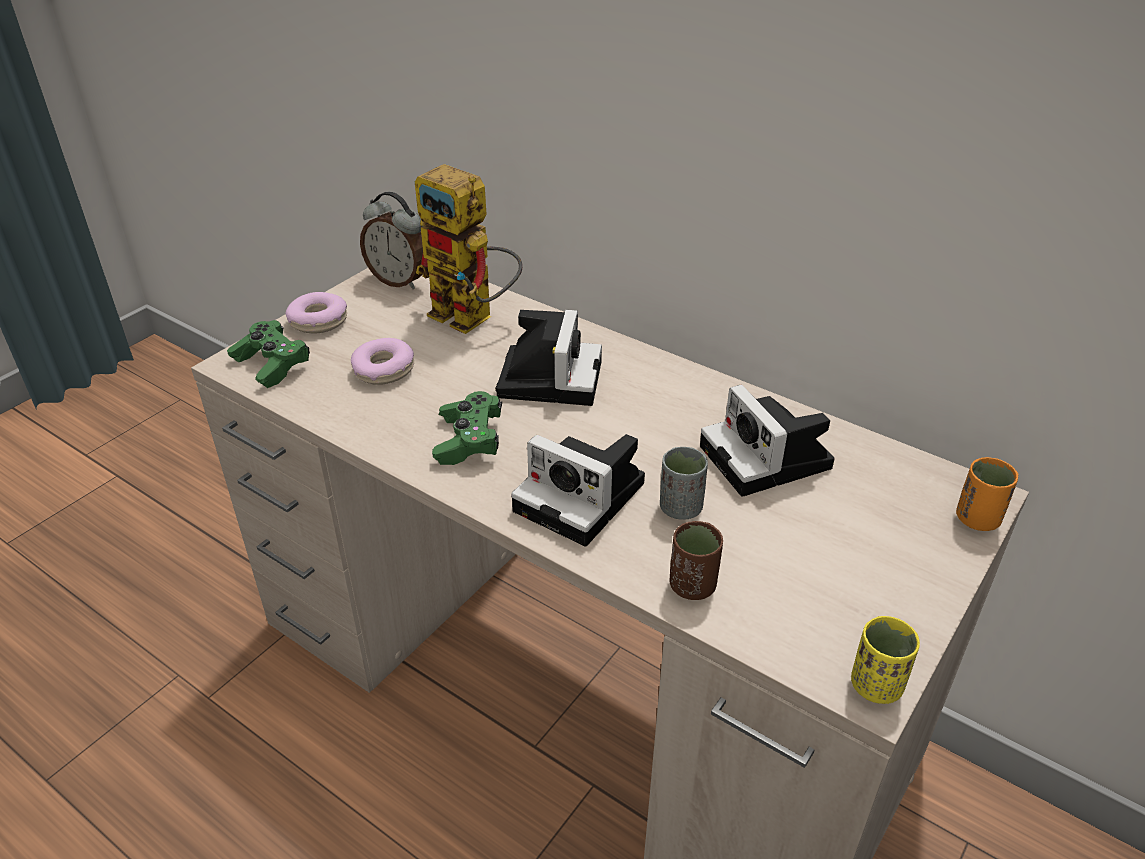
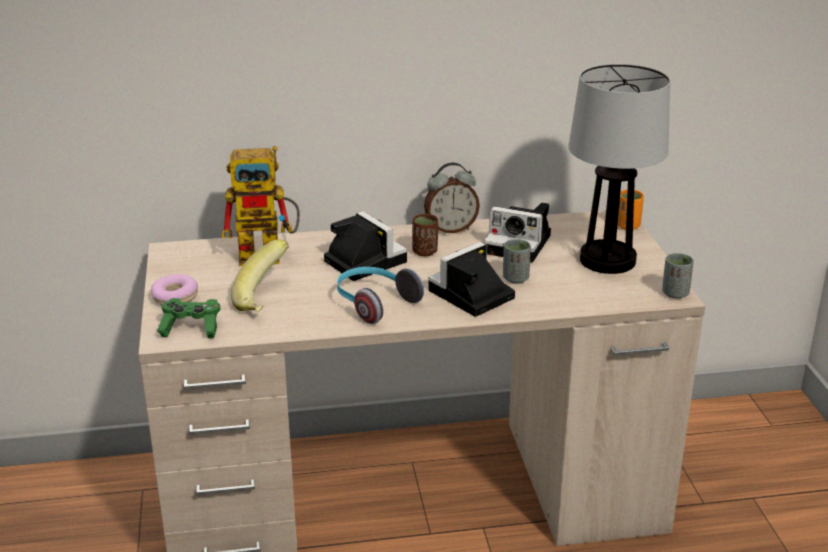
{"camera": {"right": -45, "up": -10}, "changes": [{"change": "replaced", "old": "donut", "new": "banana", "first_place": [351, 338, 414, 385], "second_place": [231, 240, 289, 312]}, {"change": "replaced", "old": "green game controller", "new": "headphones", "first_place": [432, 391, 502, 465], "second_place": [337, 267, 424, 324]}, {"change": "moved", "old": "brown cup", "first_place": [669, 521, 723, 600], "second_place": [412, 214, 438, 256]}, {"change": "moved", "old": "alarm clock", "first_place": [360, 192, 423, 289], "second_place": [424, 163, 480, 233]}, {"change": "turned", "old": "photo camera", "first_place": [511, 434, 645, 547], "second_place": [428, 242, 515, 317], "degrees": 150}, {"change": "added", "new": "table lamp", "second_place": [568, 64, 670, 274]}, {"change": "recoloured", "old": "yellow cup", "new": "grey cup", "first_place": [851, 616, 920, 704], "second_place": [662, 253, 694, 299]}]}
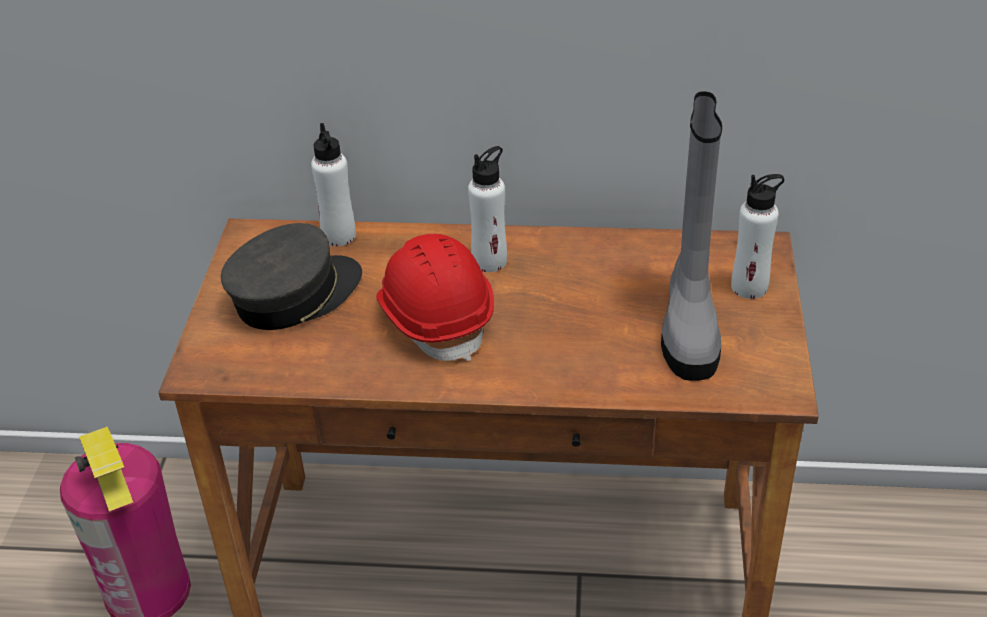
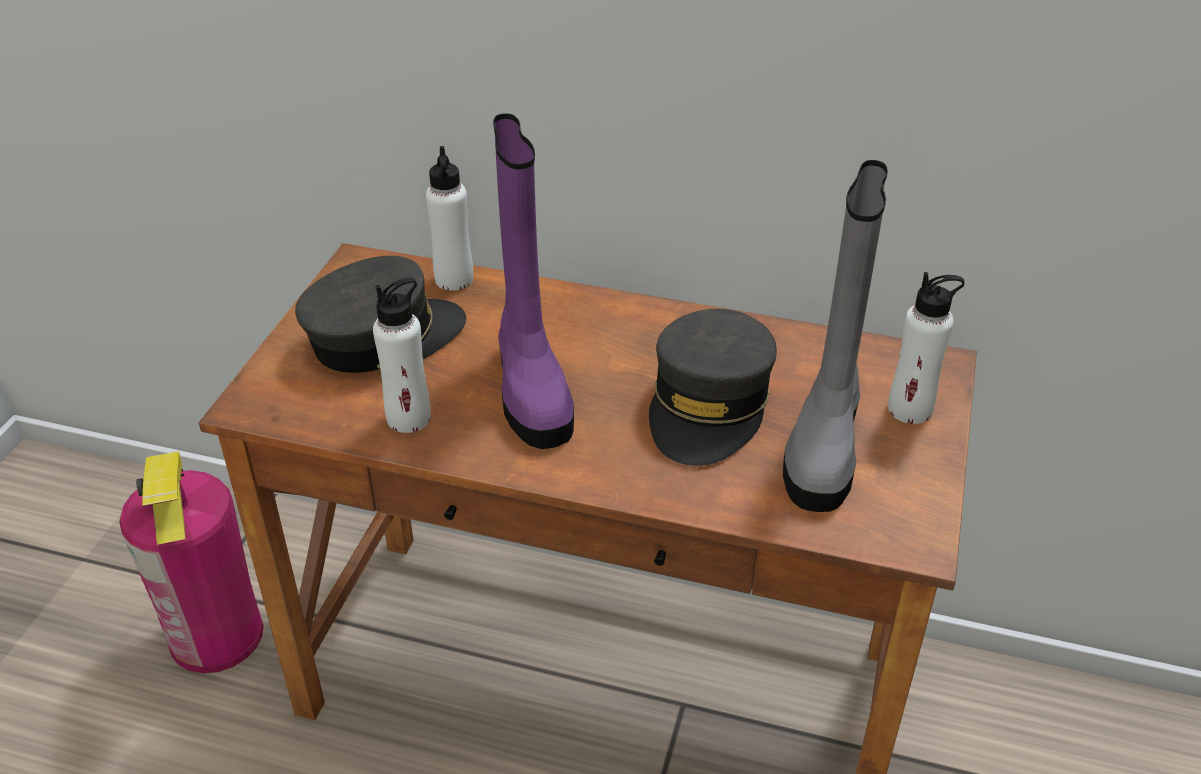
{"camera": {"right": 10, "up": 0}, "changes": [{"change": "moved", "old": "white bottle", "first_place": [468, 146, 507, 272], "second_place": [373, 278, 431, 433]}, {"change": "replaced", "old": "red hard hat", "new": "purple boot", "first_place": [376, 233, 494, 362], "second_place": [493, 113, 574, 449]}, {"change": "added", "new": "grey cap", "second_place": [649, 309, 777, 466]}]}
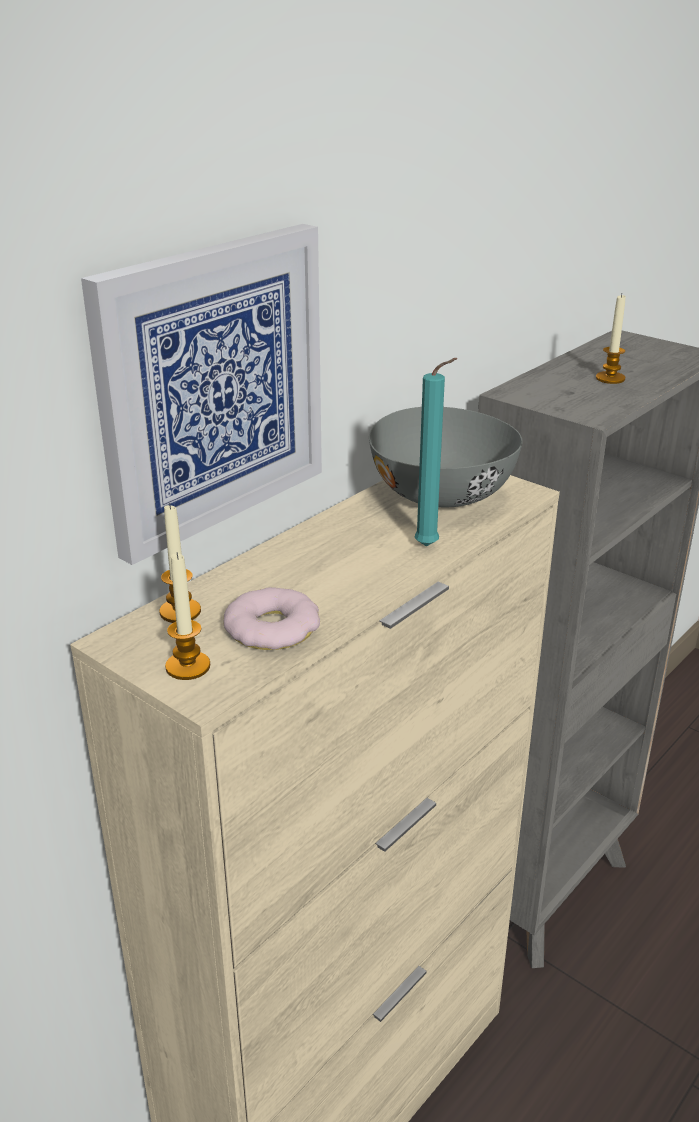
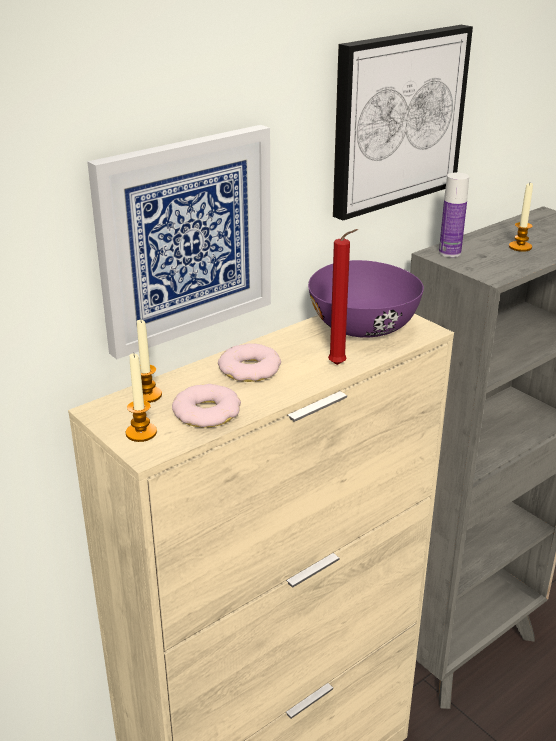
{"camera": {"right": 10, "up": 0}, "changes": [{"change": "added", "new": "donut", "second_place": [218, 343, 281, 382]}, {"change": "recoloured", "old": "grey bowl", "new": "purple bowl", "first_place": [369, 407, 523, 508], "second_place": [308, 260, 424, 338]}, {"change": "recoloured", "old": "turquoise candle", "new": "red candle", "first_place": [414, 358, 458, 547], "second_place": [328, 229, 358, 365]}, {"change": "added", "new": "picture", "second_place": [333, 25, 473, 221]}, {"change": "added", "new": "bottle", "second_place": [439, 173, 469, 257]}]}
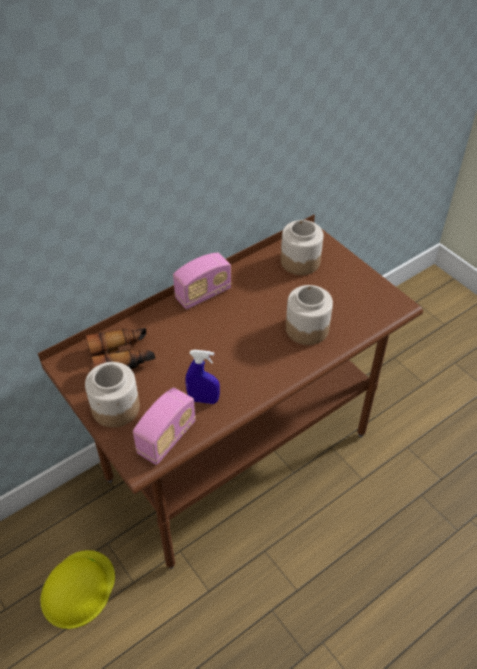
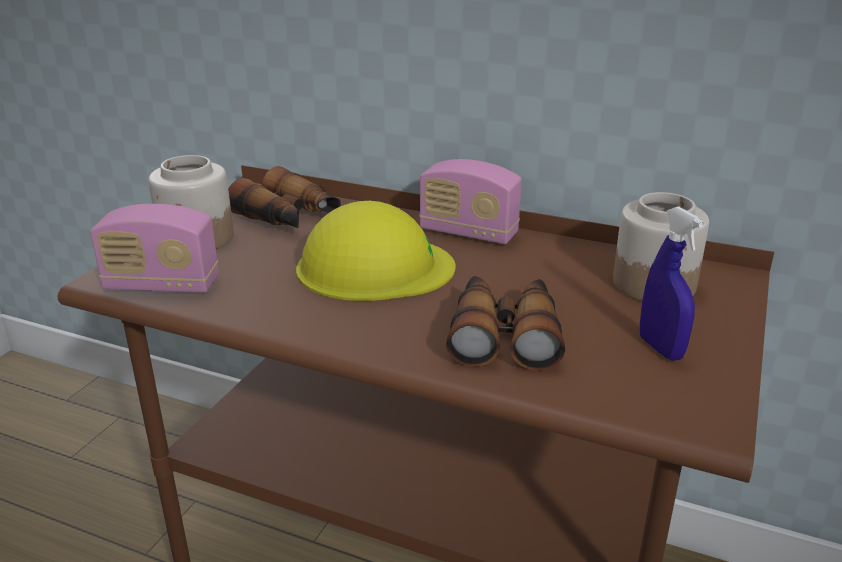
{"camera": {"right": 60, "up": -20}, "changes": [{"change": "moved", "old": "yellow hard hat", "first_place": [40, 550, 115, 629], "second_place": [296, 201, 456, 301]}, {"change": "replaced", "old": "jar", "new": "binoculars", "first_place": [286, 285, 333, 345], "second_place": [446, 276, 565, 371]}, {"change": "moved", "old": "blue spray bottle", "first_place": [186, 350, 220, 404], "second_place": [640, 207, 704, 361]}]}
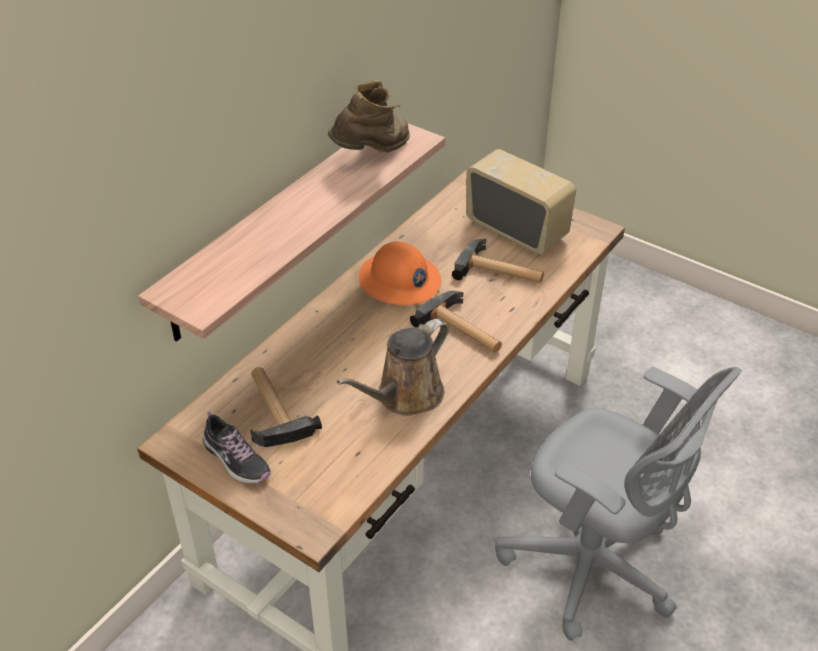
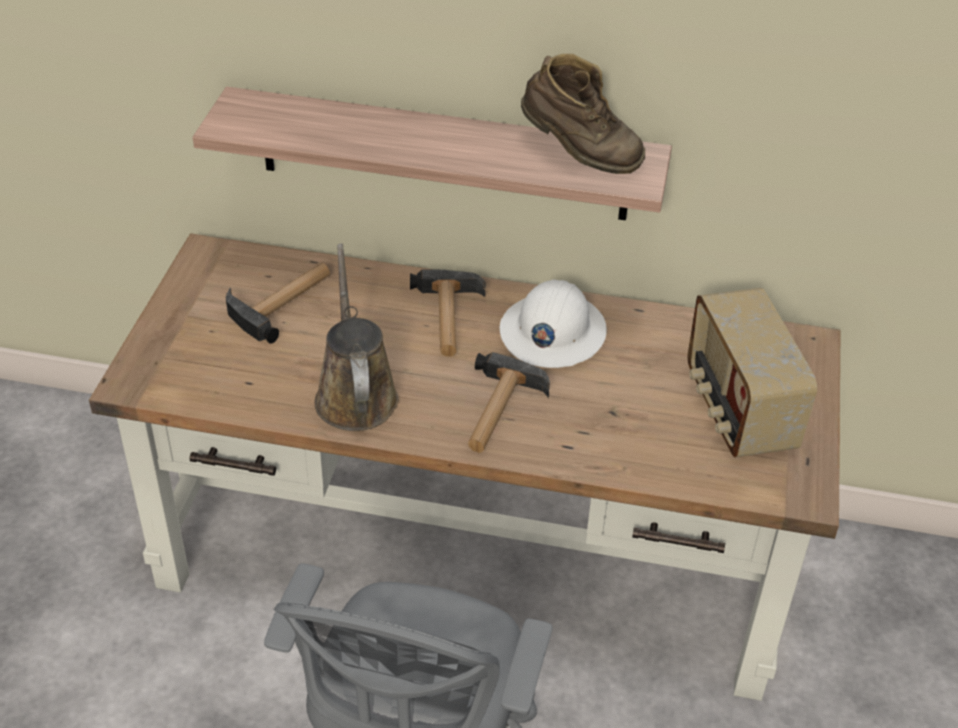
{"camera": {"right": 65, "up": 0}, "changes": [{"change": "turned", "old": "brown watering can", "first_place": [337, 319, 449, 416], "second_place": [315, 243, 399, 431], "degrees": 60}, {"change": "moved", "old": "hammer", "first_place": [452, 239, 544, 283], "second_place": [410, 269, 486, 357]}, {"change": "recoloured", "old": "orange hard hat", "new": "white hard hat", "first_place": [359, 241, 441, 305], "second_place": [500, 280, 607, 368]}, {"change": "turned", "old": "radio", "first_place": [466, 149, 576, 254], "second_place": [687, 288, 817, 458], "degrees": 150}, {"change": "removed", "old": "shoe", "first_place": [203, 411, 271, 484]}]}
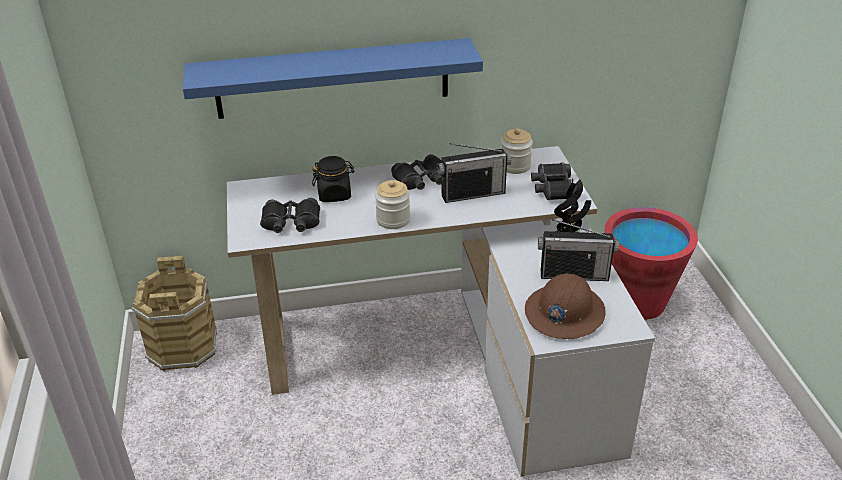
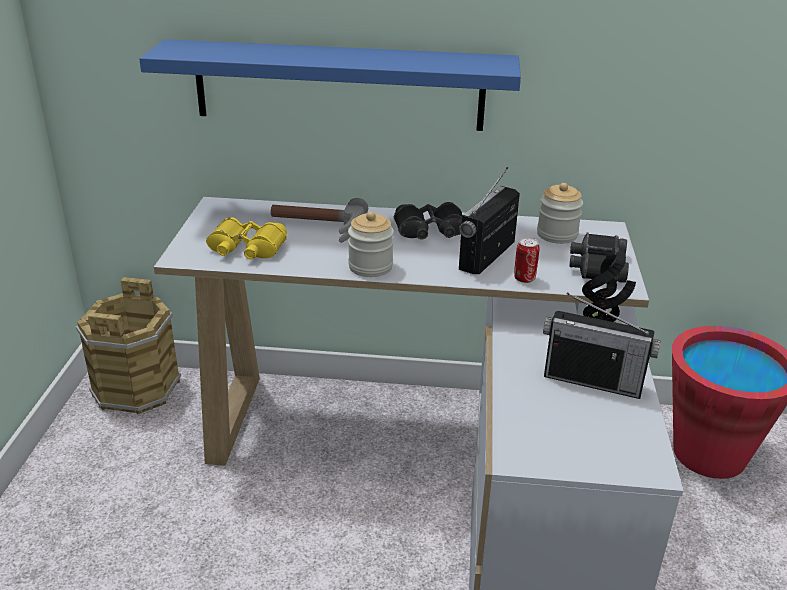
{"camera": {"right": 15, "up": -5}, "changes": [{"change": "recoloured", "old": "black binoculars", "new": "yellow binoculars", "first_place": [260, 198, 320, 233], "second_place": [206, 217, 287, 259]}, {"change": "replaced", "old": "black jar", "new": "hammer", "first_place": [312, 156, 354, 202], "second_place": [271, 198, 368, 243]}, {"change": "turned", "old": "radio", "first_place": [437, 143, 511, 203], "second_place": [459, 167, 520, 274], "degrees": 120}, {"change": "added", "new": "can", "second_place": [514, 237, 540, 283]}, {"change": "removed", "old": "brown hard hat", "first_place": [525, 273, 606, 339]}]}
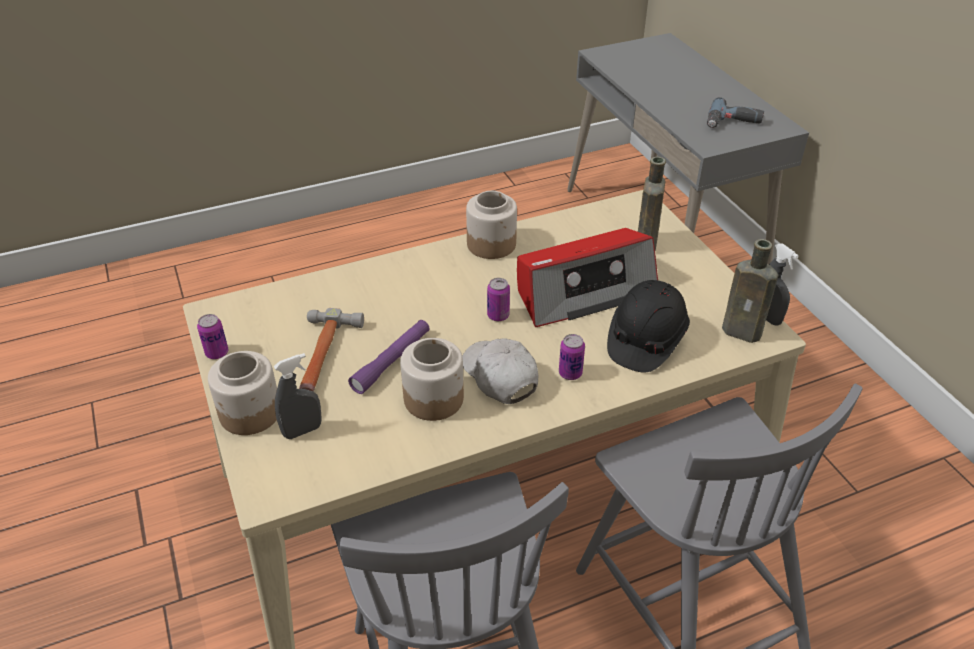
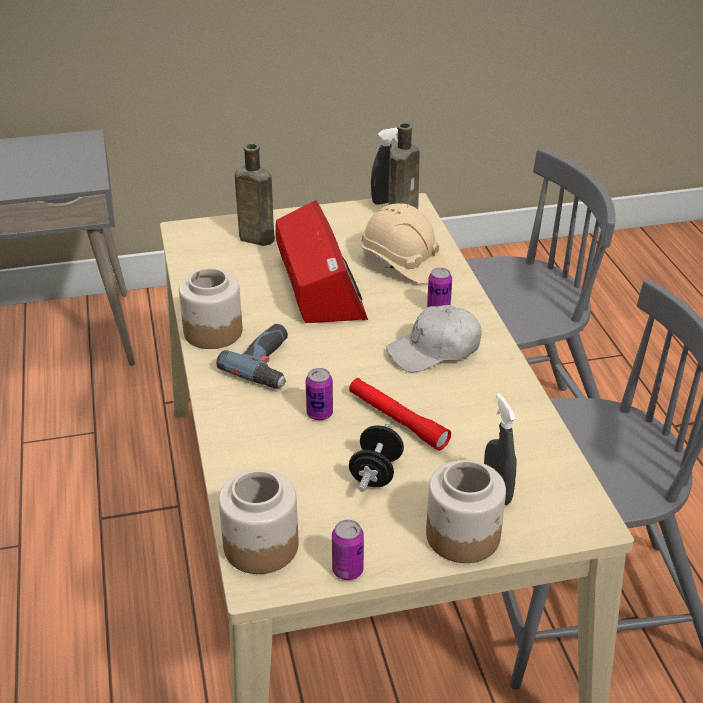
{"camera": {"right": -80, "up": -5}, "changes": [{"change": "moved", "old": "power drill", "first_place": [707, 97, 764, 128], "second_place": [216, 324, 288, 389]}, {"change": "moved", "old": "jar", "first_place": [400, 338, 464, 421], "second_place": [219, 470, 299, 574]}, {"change": "moved", "old": "can", "first_place": [487, 278, 510, 321], "second_place": [306, 368, 333, 420]}, {"change": "recoloured", "old": "purple flashlight", "new": "red flashlight", "first_place": [348, 320, 430, 394], "second_place": [349, 378, 451, 451]}, {"change": "replaced", "old": "hammer", "new": "black dumbbell", "first_place": [299, 308, 364, 391], "second_place": [349, 423, 404, 492]}, {"change": "recoloured", "old": "black hard hat", "new": "beige hard hat", "first_place": [607, 280, 690, 372], "second_place": [360, 203, 447, 284]}]}
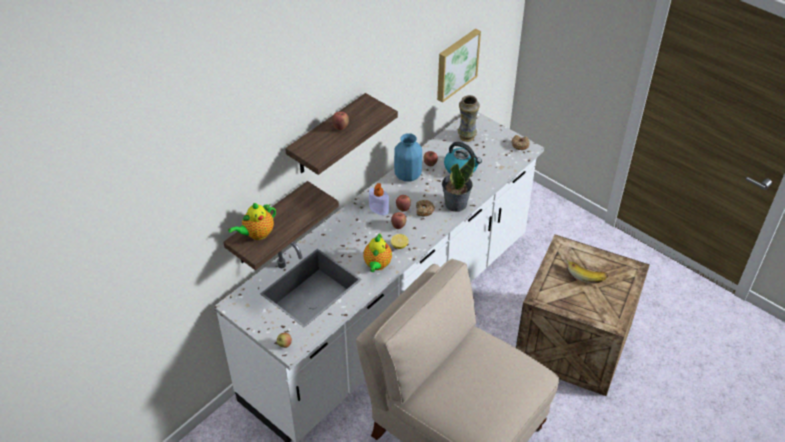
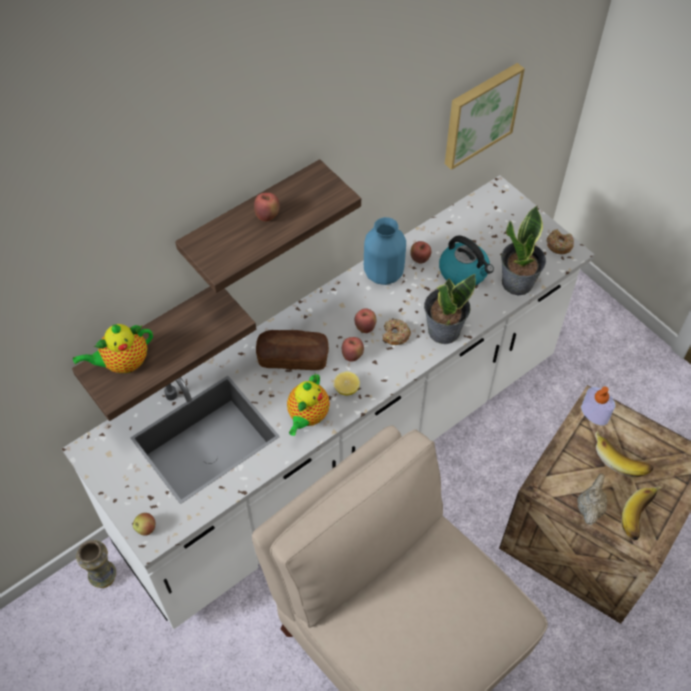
{"camera": {"right": 10, "up": 10}, "changes": [{"change": "moved", "old": "vase", "first_place": [458, 95, 480, 142], "second_place": [76, 540, 116, 588]}, {"change": "added", "new": "bread", "second_place": [256, 330, 329, 370]}, {"change": "added", "new": "potted plant", "second_place": [501, 205, 546, 295]}, {"change": "added", "new": "beige teapot", "second_place": [577, 473, 607, 525]}, {"change": "moved", "old": "soap dispenser", "first_place": [369, 183, 389, 215], "second_place": [581, 386, 615, 426]}, {"change": "added", "new": "banana", "second_place": [621, 486, 662, 540]}]}
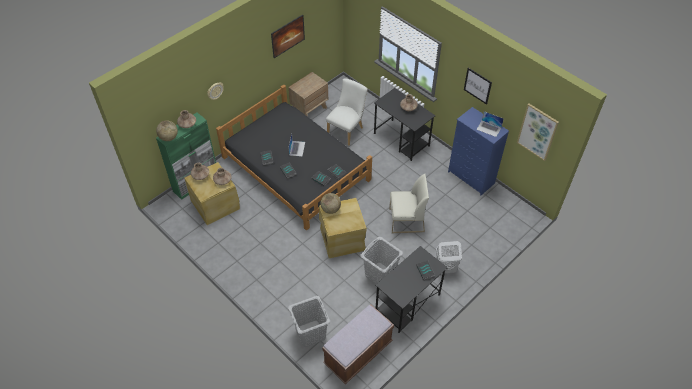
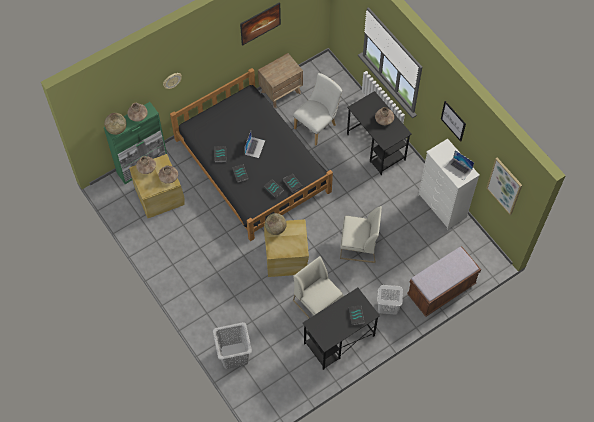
{"camera": {"right": 10, "up": 10}, "changes": [{"change": "replaced", "old": "grey laundry basket", "new": "white chair", "first_place": [360, 237, 403, 284], "second_place": [293, 256, 344, 318]}, {"change": "moved", "old": "brown bench", "first_place": [322, 305, 394, 384], "second_place": [407, 246, 481, 317]}, {"change": "recoloured", "old": "blue dresser", "new": "white dresser", "first_place": [448, 107, 509, 196], "second_place": [418, 139, 480, 230]}]}
